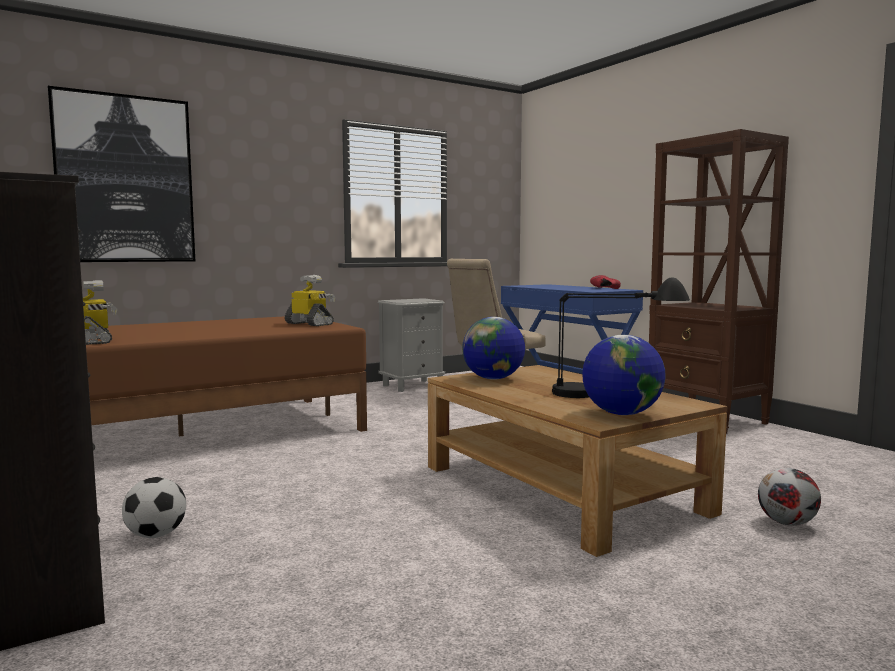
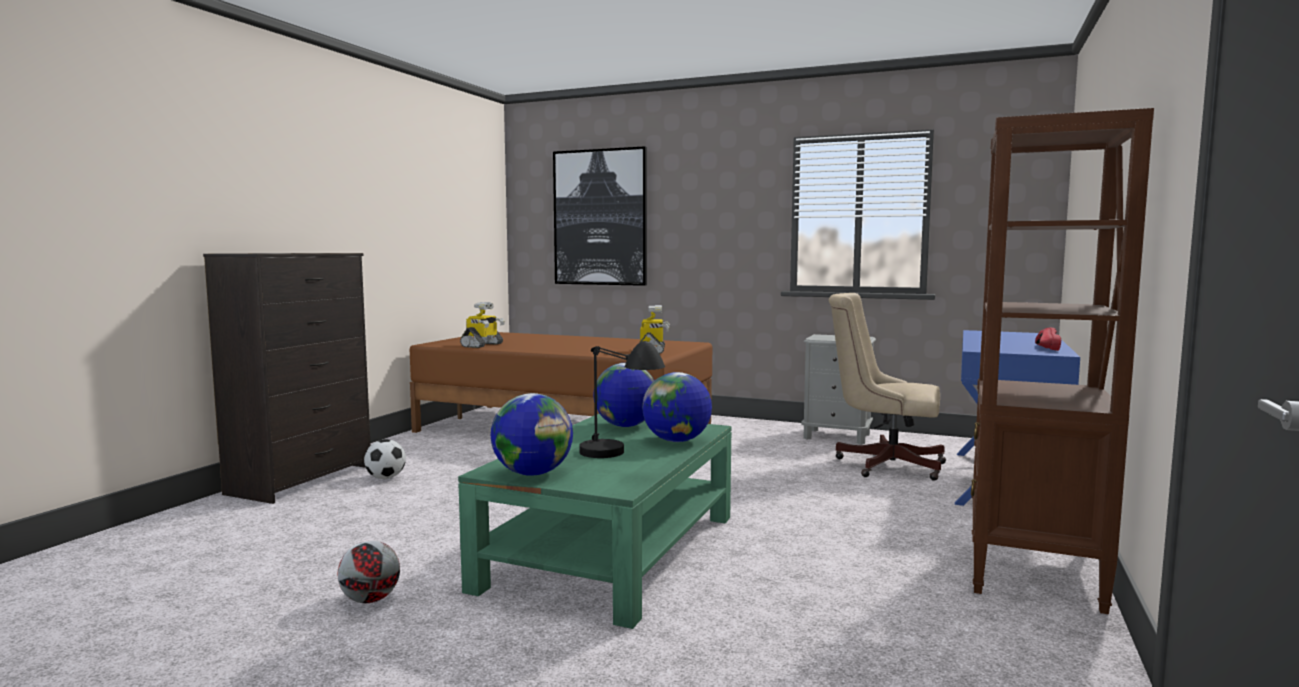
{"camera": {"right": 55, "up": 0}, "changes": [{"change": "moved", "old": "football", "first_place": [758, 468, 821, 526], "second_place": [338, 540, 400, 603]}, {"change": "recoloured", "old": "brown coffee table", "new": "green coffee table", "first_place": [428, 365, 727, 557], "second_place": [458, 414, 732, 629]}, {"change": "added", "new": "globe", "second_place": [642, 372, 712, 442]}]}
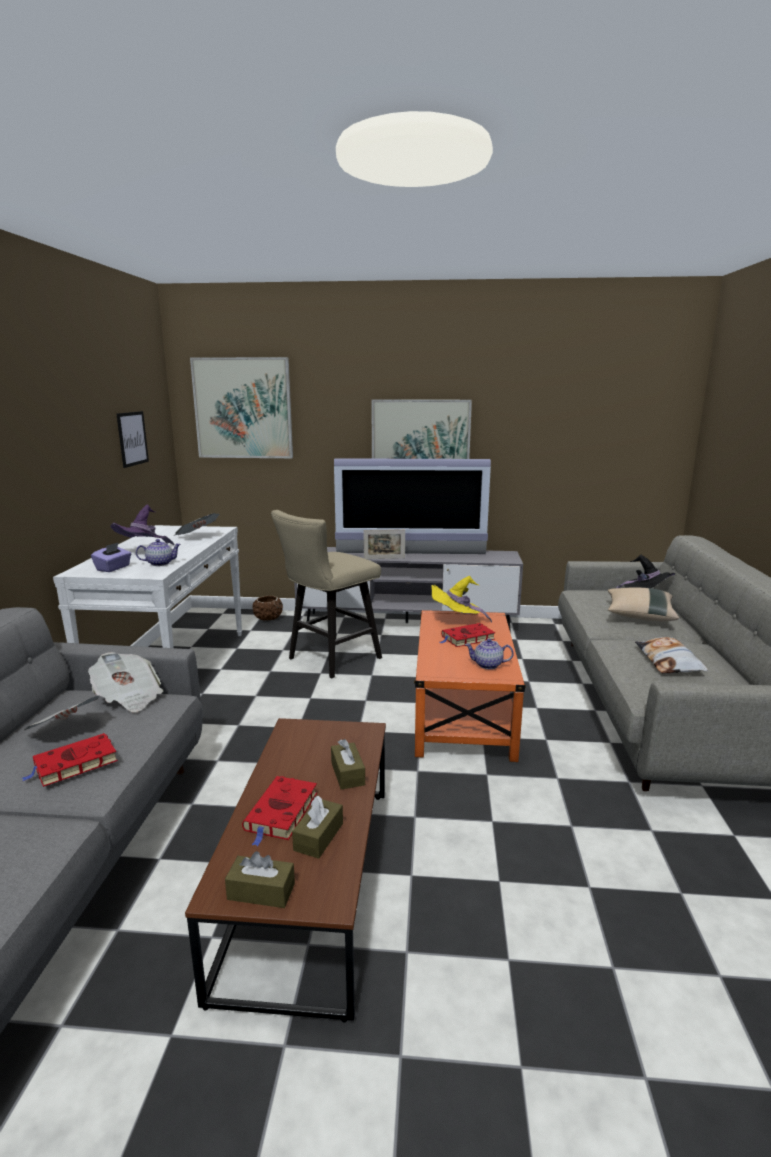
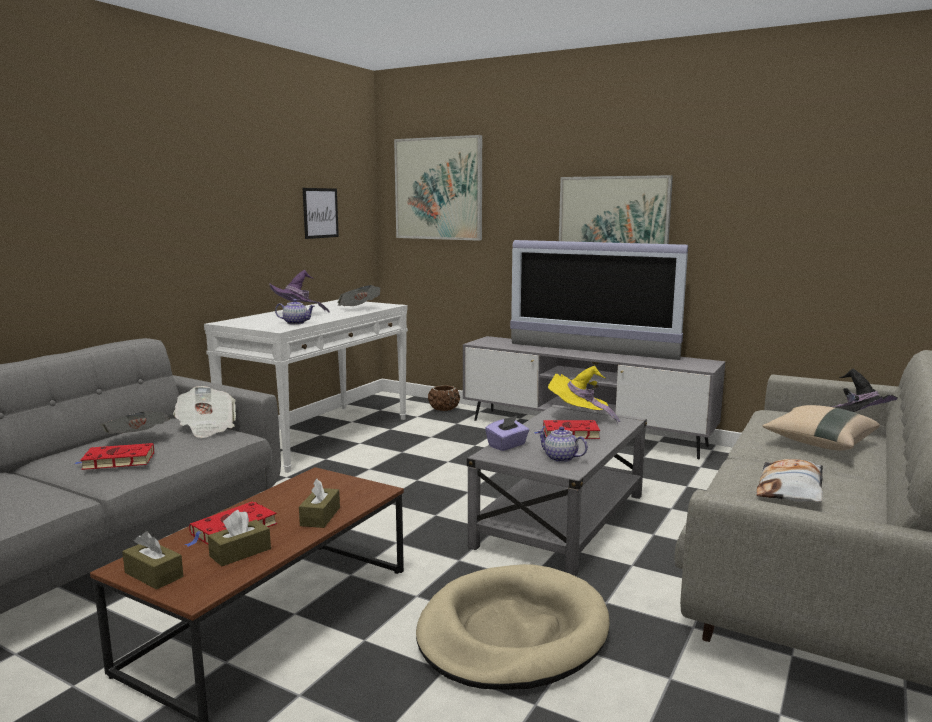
{"camera": {"right": 25, "up": -5}, "changes": [{"change": "added", "new": "beige dog bed", "second_place": [416, 564, 610, 690]}, {"change": "recoloured", "old": "orange coffee table", "new": "grey coffee table", "first_place": [414, 610, 526, 762], "second_place": [467, 405, 647, 576]}, {"change": "moved", "old": "purple tissue box", "first_place": [91, 542, 132, 572], "second_place": [485, 416, 529, 451]}, {"change": "removed", "old": "beige stool", "first_place": [271, 510, 382, 678]}, {"change": "removed", "old": "picture frame", "first_place": [363, 529, 405, 559]}]}
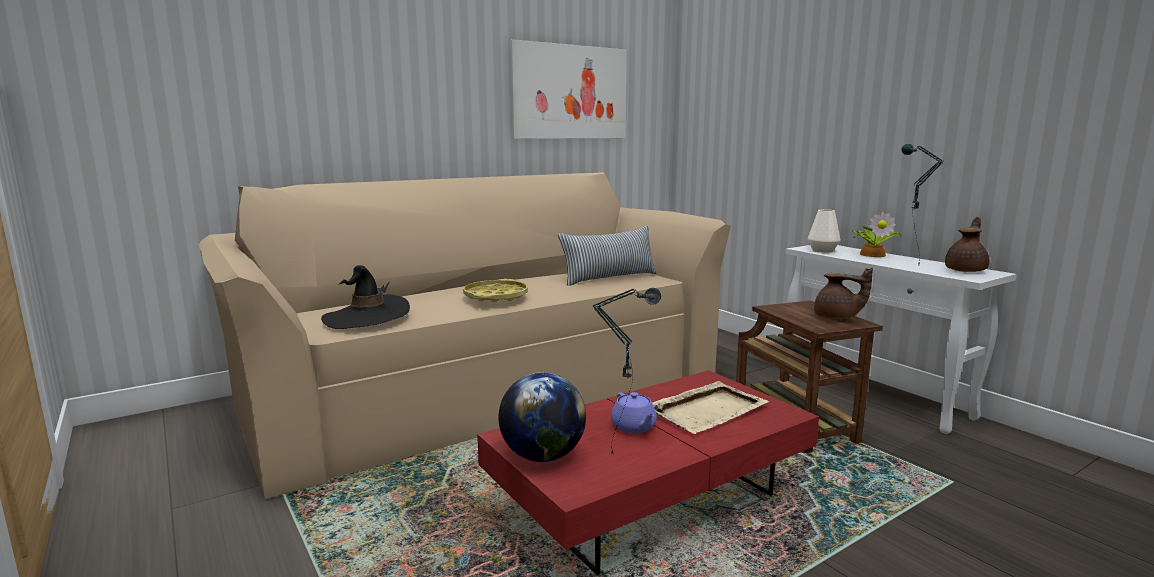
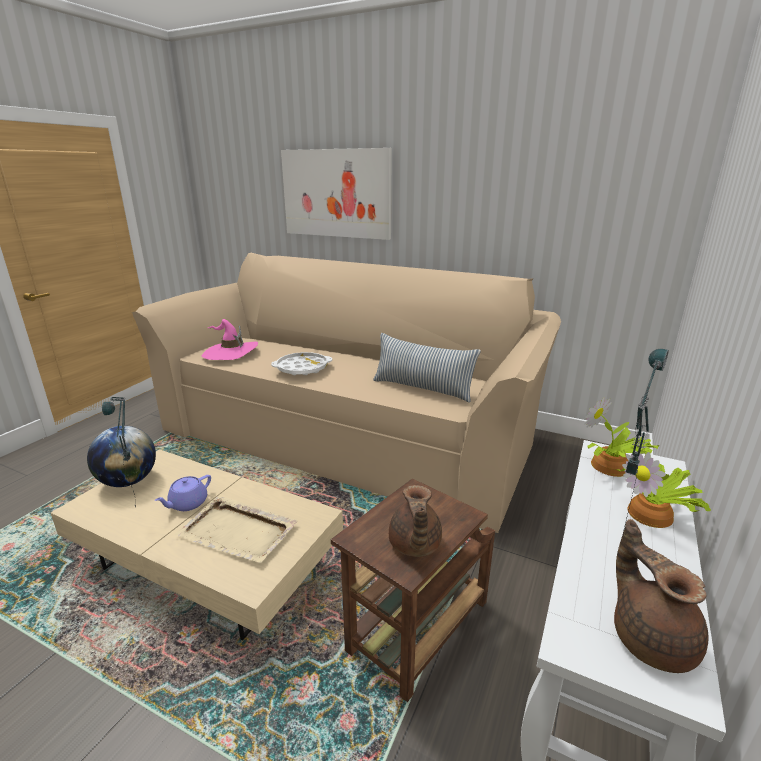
{"camera": {"right": 60, "up": 10}, "changes": [{"change": "recoloured", "old": "red coffee table", "new": "beige coffee table", "first_place": [477, 370, 819, 575], "second_place": [51, 449, 343, 640]}, {"change": "recoloured", "old": "black hat", "new": "pink hat", "first_place": [321, 265, 410, 329], "second_place": [202, 319, 258, 360]}, {"change": "recoloured", "old": "yellow tray", "new": "white tray", "first_place": [463, 279, 528, 302], "second_place": [271, 352, 332, 375]}, {"change": "moved", "old": "picture", "first_place": [509, 39, 627, 139], "second_place": [281, 148, 392, 240]}, {"change": "replaced", "old": "white vase", "new": "potted plant", "first_place": [808, 209, 840, 253], "second_place": [584, 397, 660, 477]}, {"change": "turned", "old": "brown teapot", "first_place": [945, 217, 989, 272], "second_place": [614, 519, 708, 673], "degrees": -120}]}
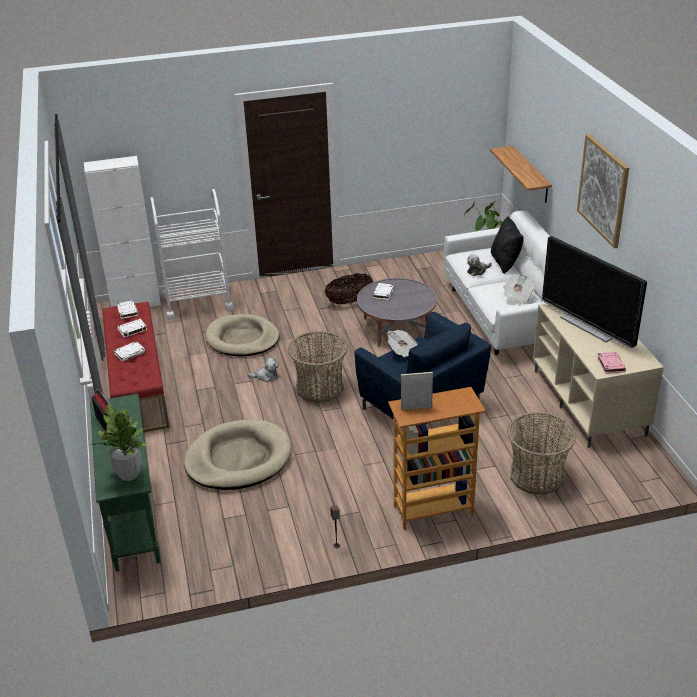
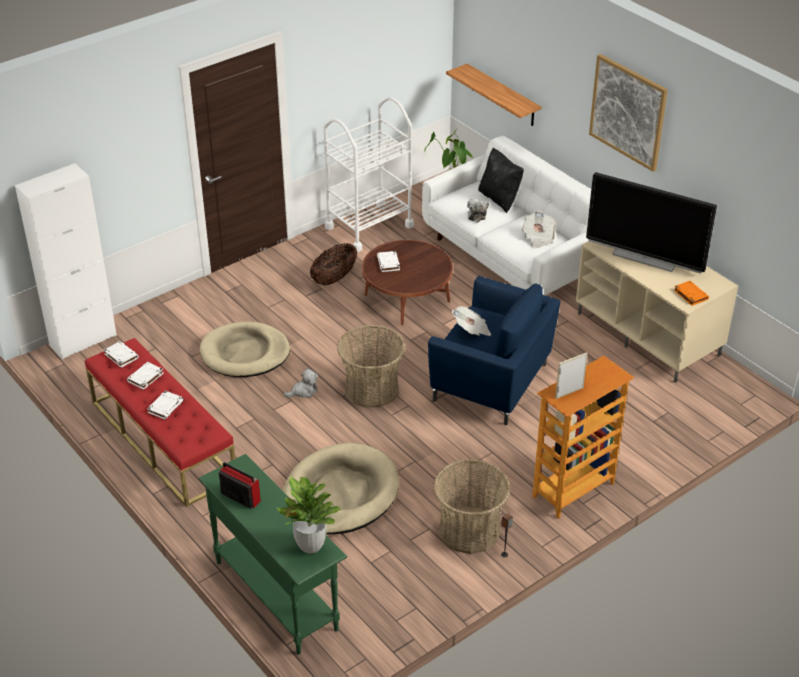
{"camera": {"right": -25, "up": 5}, "changes": [{"change": "moved", "old": "white cart", "first_place": [150, 189, 233, 320], "second_place": [324, 97, 414, 252]}, {"change": "recoloured", "old": "grey coffee table", "new": "brown coffee table", "first_place": [357, 278, 437, 347], "second_place": [362, 240, 453, 325]}, {"change": "moved", "old": "basket", "first_place": [507, 412, 576, 495], "second_place": [433, 459, 510, 554]}, {"change": "recoloured", "old": "pink book", "new": "orange book", "first_place": [597, 352, 626, 374], "second_place": [674, 281, 709, 306]}]}
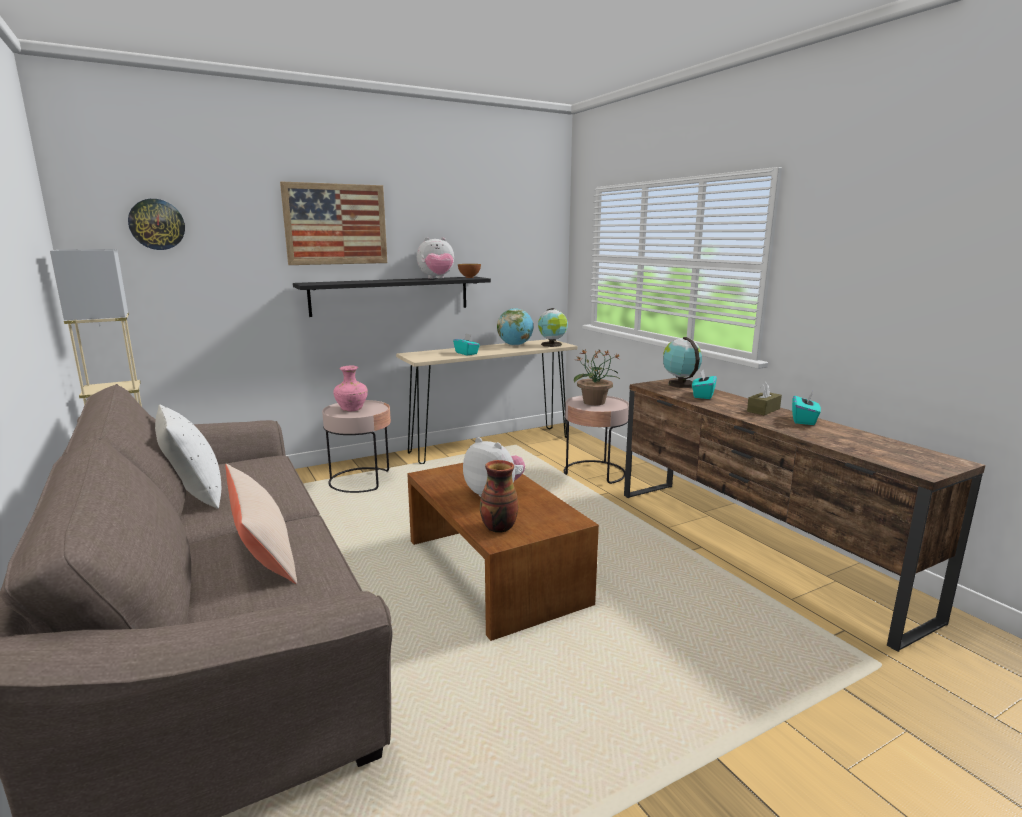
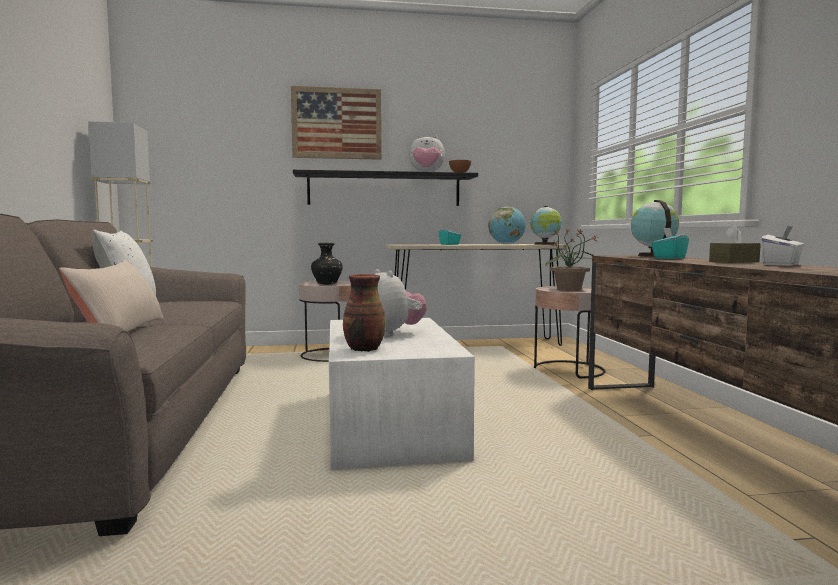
{"camera": {"right": 20, "up": -10}, "changes": [{"change": "recoloured", "old": "pink vase", "new": "black vase", "first_place": [333, 366, 368, 411], "second_place": [311, 243, 343, 285]}, {"change": "recoloured", "old": "brown coffee table", "new": "white coffee table", "first_place": [407, 463, 599, 641], "second_place": [329, 318, 475, 470]}, {"change": "recoloured", "old": "turquoise tissue box", "new": "white tissue box", "first_place": [792, 393, 821, 425], "second_place": [761, 226, 805, 266]}, {"change": "removed", "old": "wall clock", "first_place": [128, 199, 185, 250]}]}
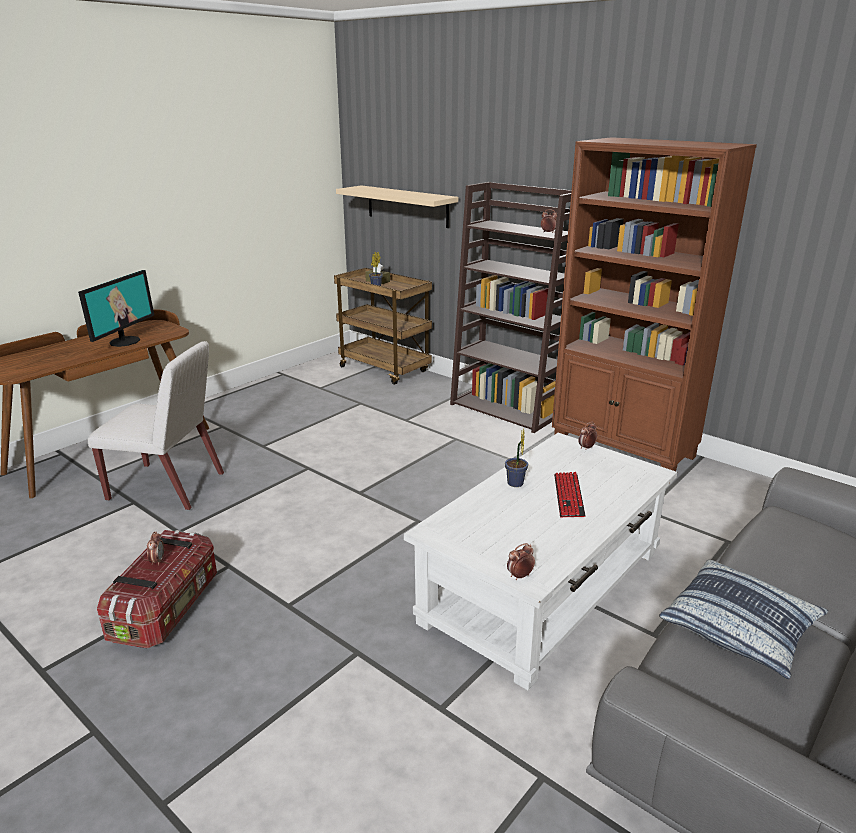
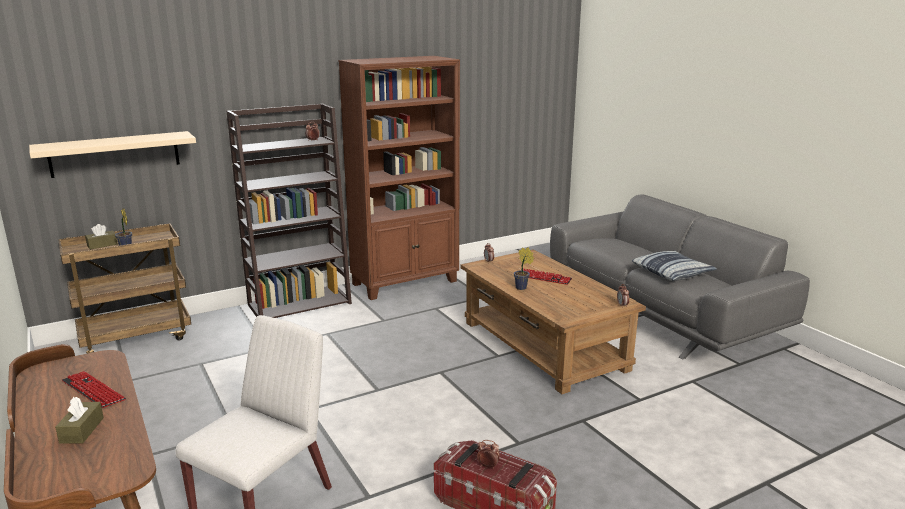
{"camera": {"right": -70, "up": -5}, "changes": [{"change": "added", "new": "brown tissue box", "second_place": [55, 397, 104, 444]}, {"change": "replaced", "old": "monitor", "new": "keyboard", "first_place": [78, 270, 154, 347], "second_place": [62, 371, 126, 408]}, {"change": "recoloured", "old": "white coffee table", "new": "brown coffee table", "first_place": [404, 433, 677, 690], "second_place": [460, 250, 646, 394]}]}
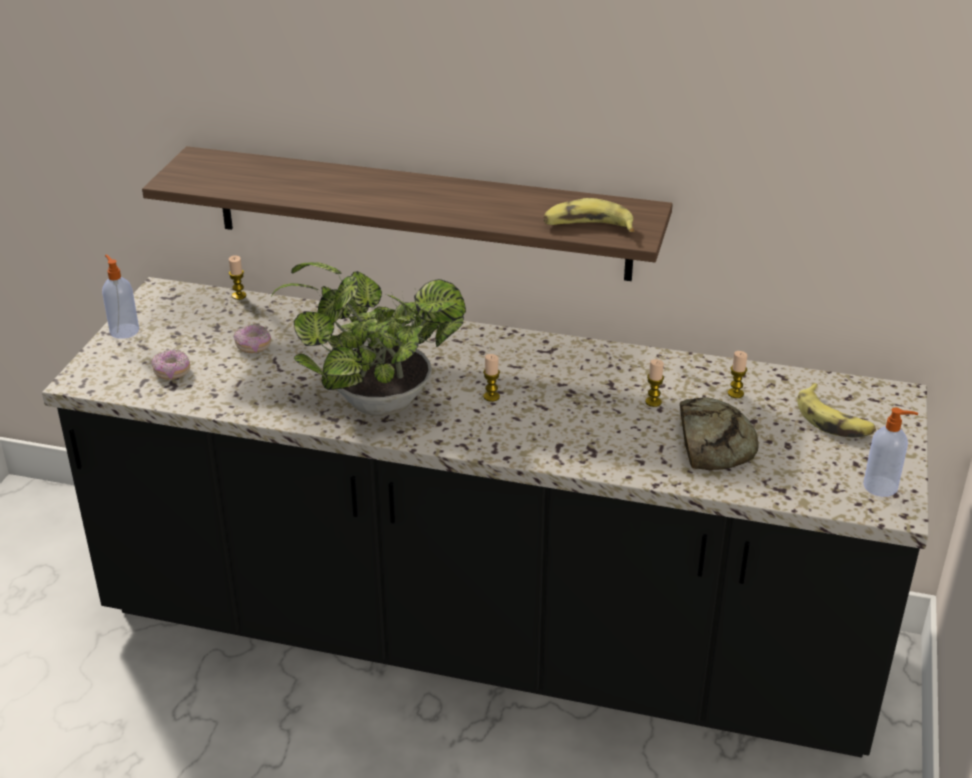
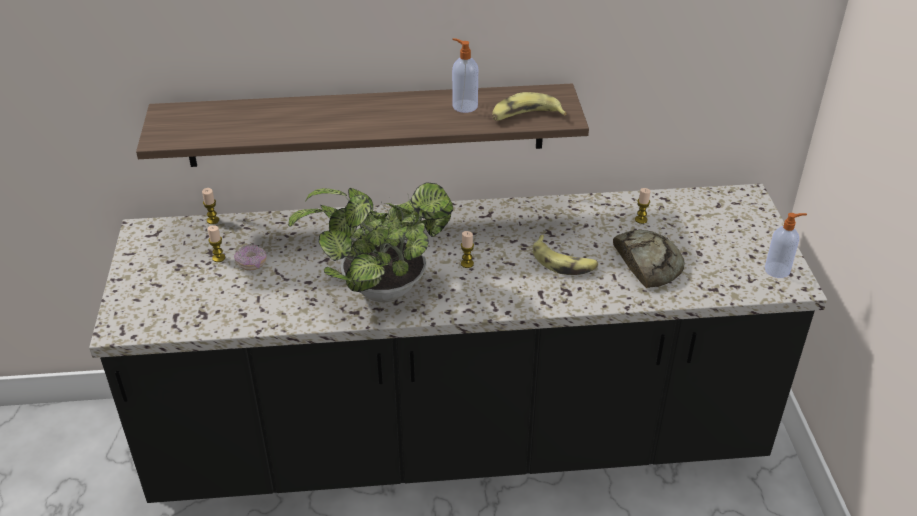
{"camera": {"right": -20, "up": 5}, "changes": [{"change": "moved", "old": "candle", "first_place": [645, 359, 664, 407], "second_place": [208, 225, 225, 262]}, {"change": "moved", "old": "soap dispenser", "first_place": [102, 254, 139, 339], "second_place": [452, 38, 478, 113]}, {"change": "moved", "old": "banana", "first_place": [797, 383, 876, 438], "second_place": [533, 235, 598, 275]}, {"change": "removed", "old": "donut", "first_place": [151, 350, 190, 380]}]}
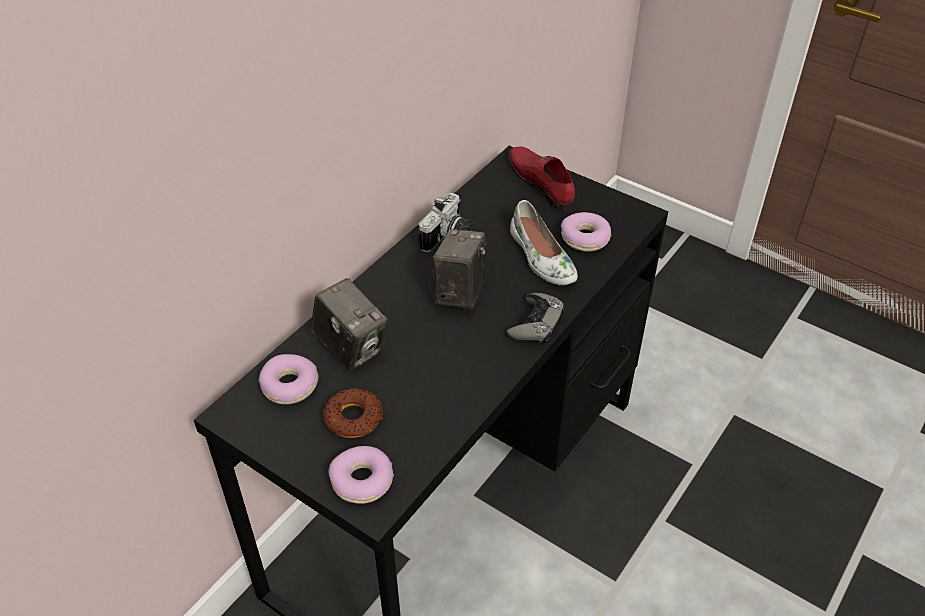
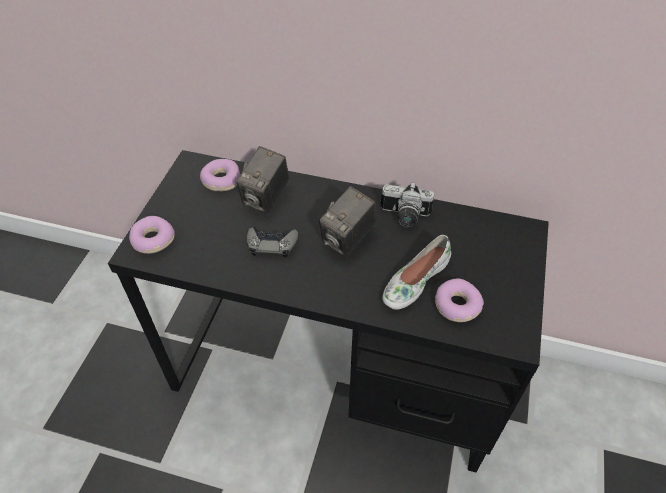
{"camera": {"right": 70, "up": 5}, "changes": [{"change": "moved", "old": "grey game controller", "first_place": [507, 293, 565, 344], "second_place": [247, 227, 298, 258]}, {"change": "turned", "old": "photo camera", "first_place": [433, 229, 486, 309], "second_place": [319, 186, 376, 257], "degrees": 135}, {"change": "removed", "old": "donut", "first_place": [323, 388, 384, 438]}, {"change": "removed", "old": "red shoe", "first_place": [508, 146, 575, 212]}]}
